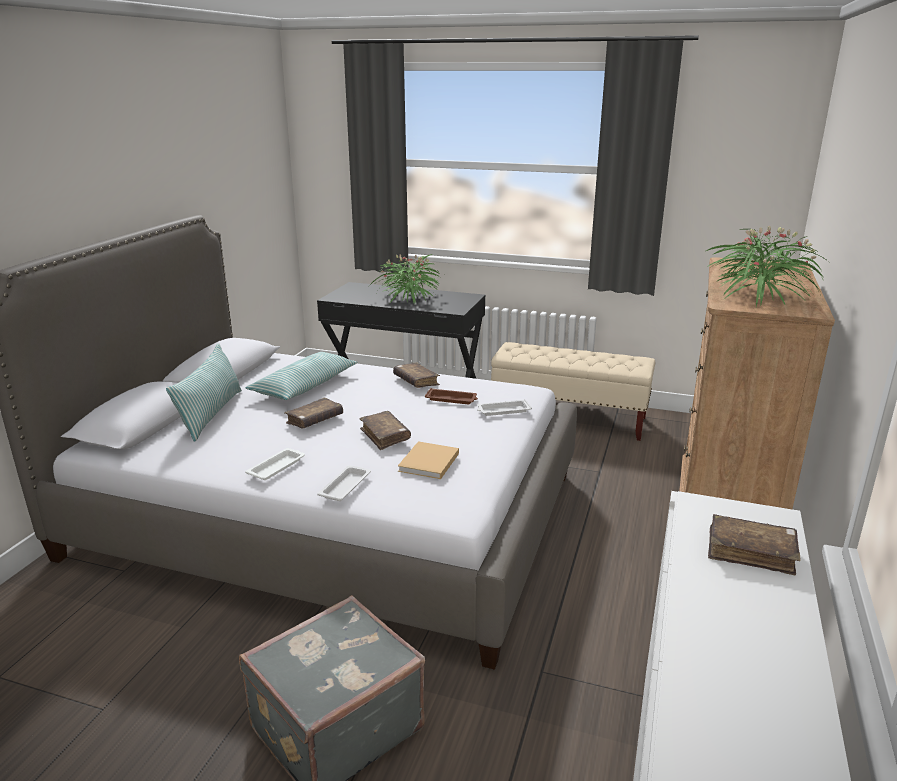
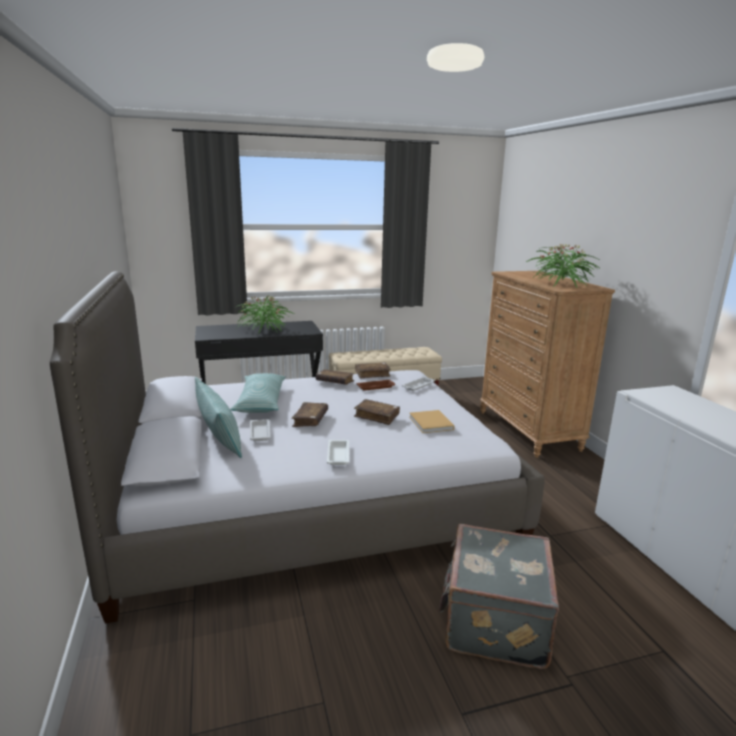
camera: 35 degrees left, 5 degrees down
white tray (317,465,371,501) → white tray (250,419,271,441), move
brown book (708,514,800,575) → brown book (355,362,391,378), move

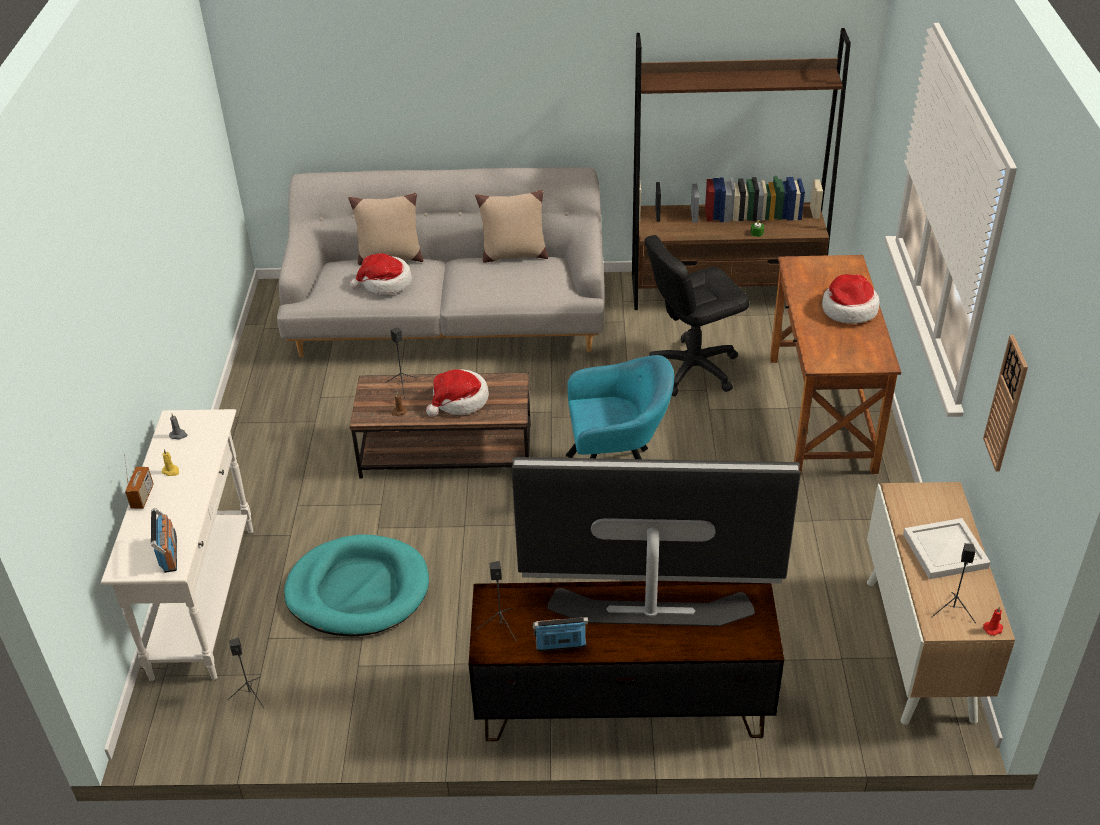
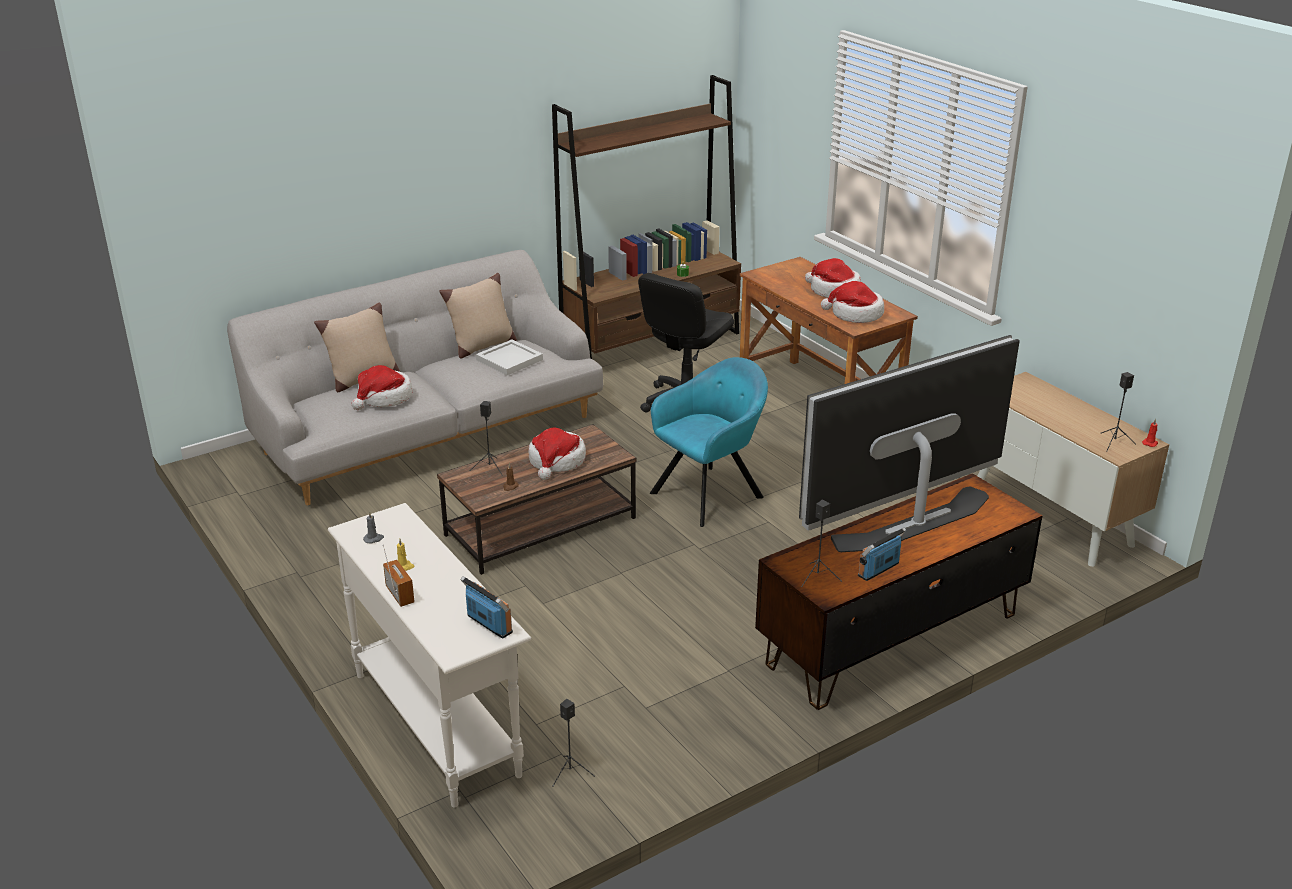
camera: 35 degrees left, 10 degrees down
turquoise dog bed (284,534,429,636) → -
white tray (903,518,991,579) → white tray (476,339,543,375), move
wall clock (983,335,1028,471) → -
- → hat (821,281,884,323)

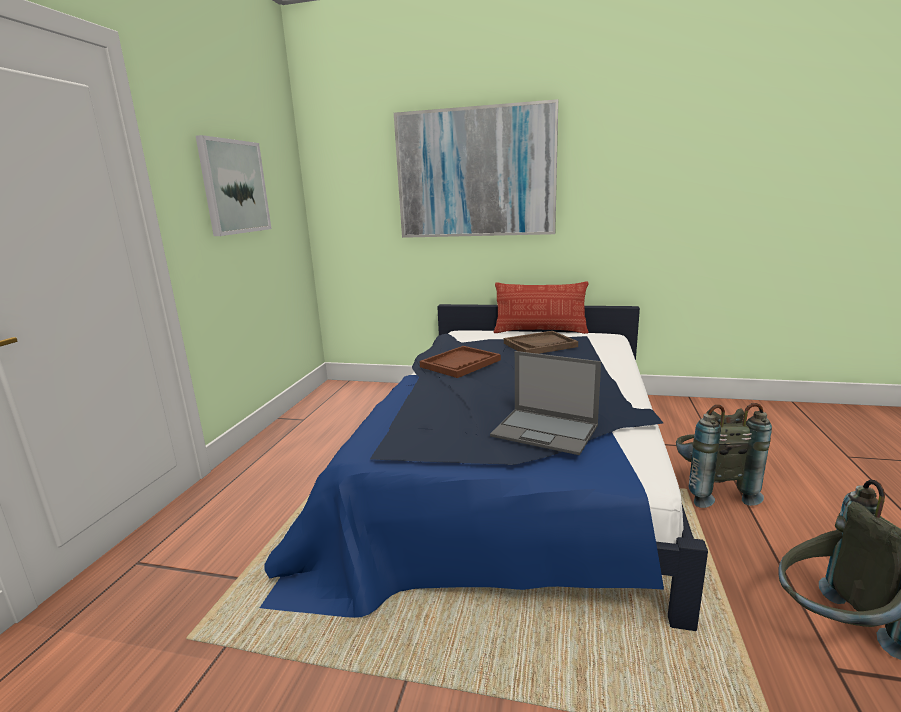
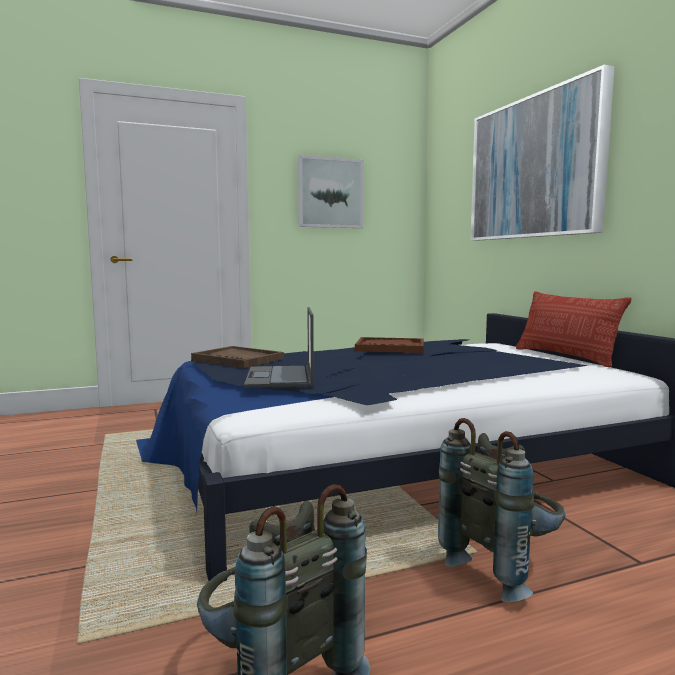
camera: 55 degrees right, 10 degrees down
brown tray (504,331,578,354) → brown tray (191,346,284,368), move

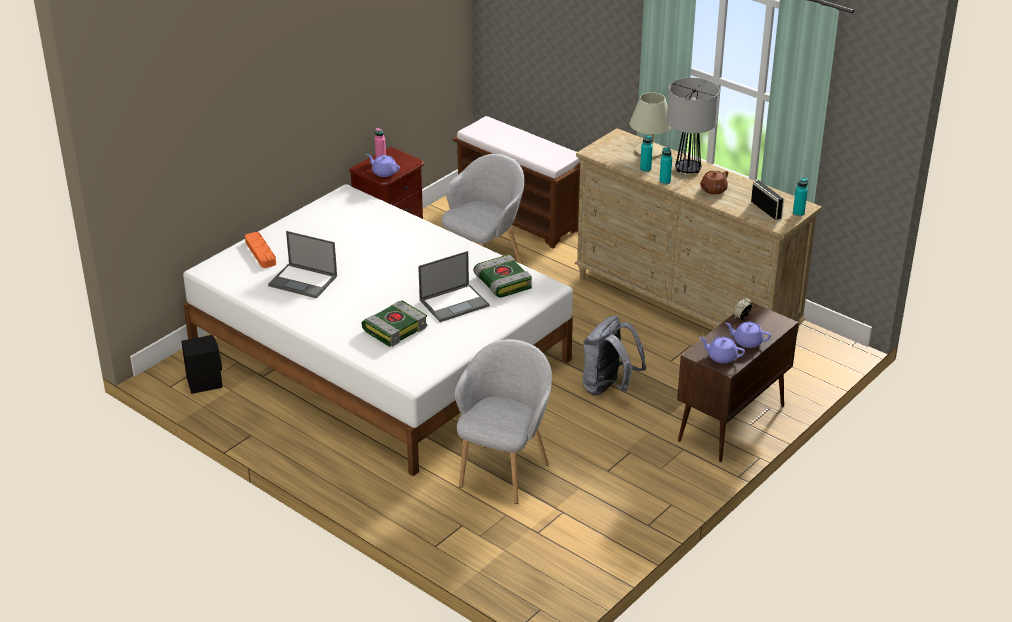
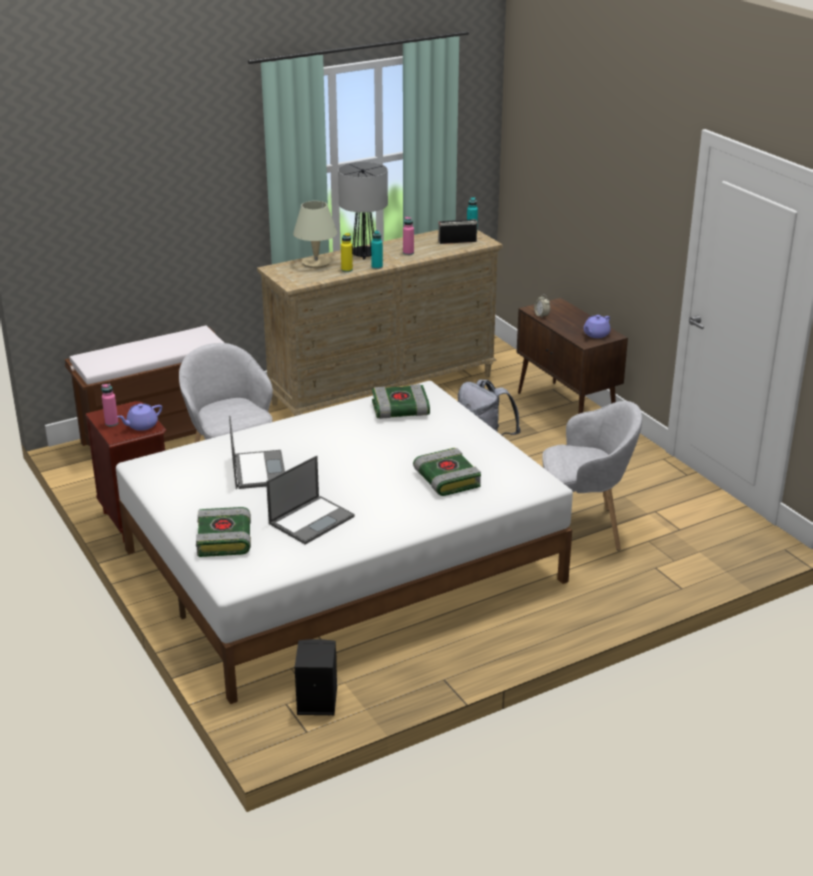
camera: 70 degrees left, 5 degrees down
orange tray (245,232,276,268) → book (196,507,251,557)
laptop (418,251,489,322) → laptop (229,416,285,489), move
grey armchair (455,339,552,504) → grey armchair (542,401,642,550), 135 degrees clockwise
turquoise bottle (640,135,653,172) → yellow bottle (341,233,353,272)
brown teapot (700,171,728,195) → pink bottle (403,216,414,255)
purple teapot (725,322,771,348) → -

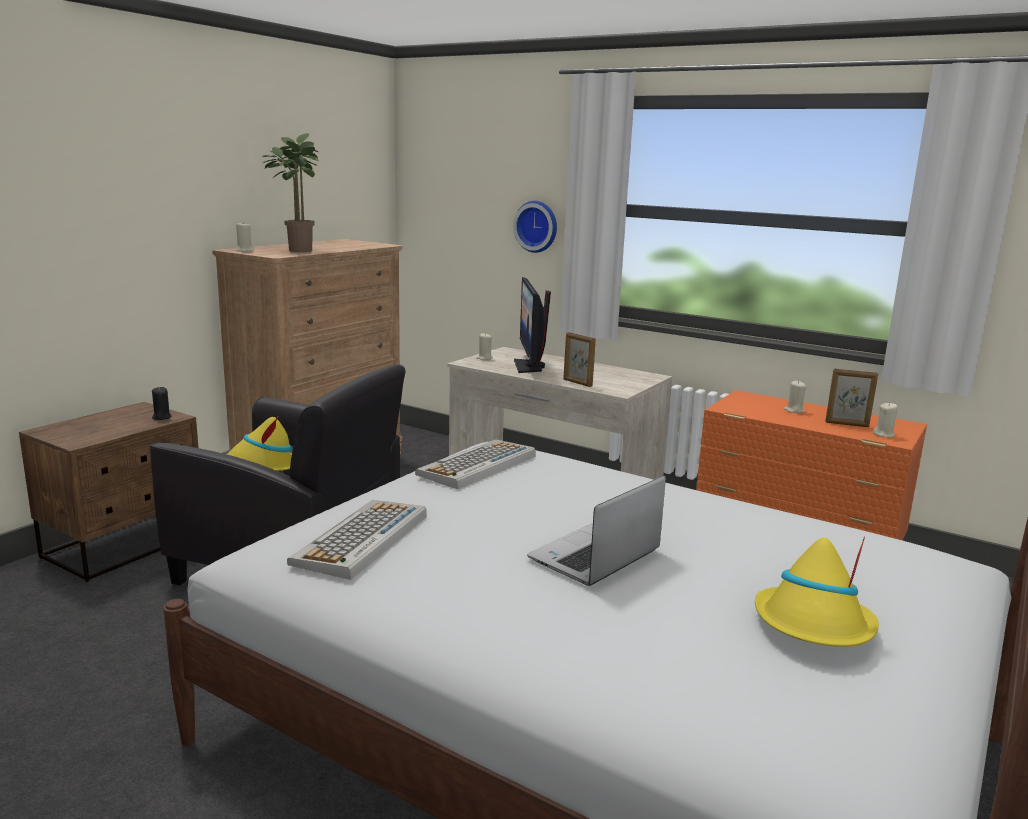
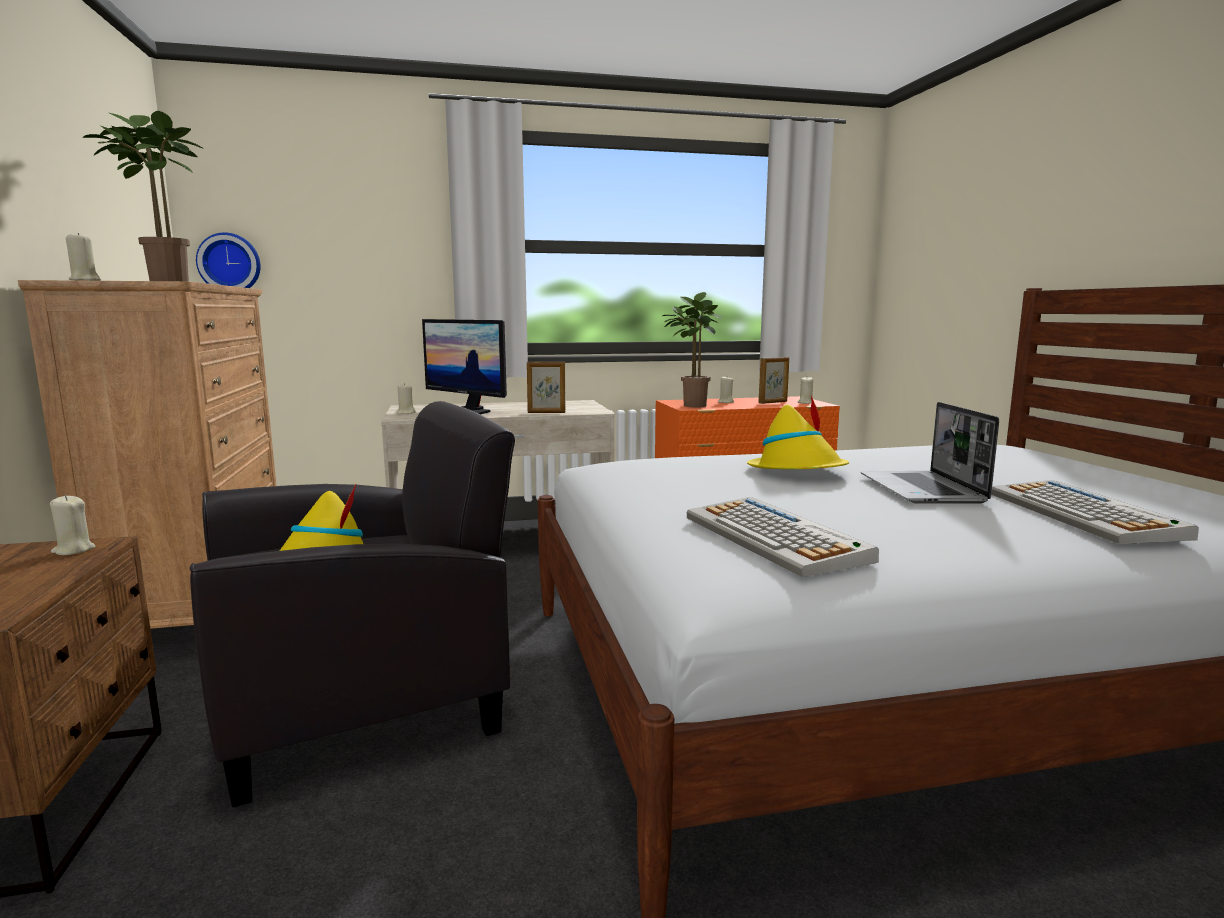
camera: 45 degrees left, 5 degrees down
black candle (152,387,171,420) → beige candle (50,495,95,555)
keyboard (415,439,535,489) → keyboard (991,480,1199,544), move
wall clock (513,201,557,253) → wall clock (196,233,261,288), move
yellow hat (755,536,879,647) → yellow hat (747,396,849,469), move
- → potted plant (663,292,722,407)

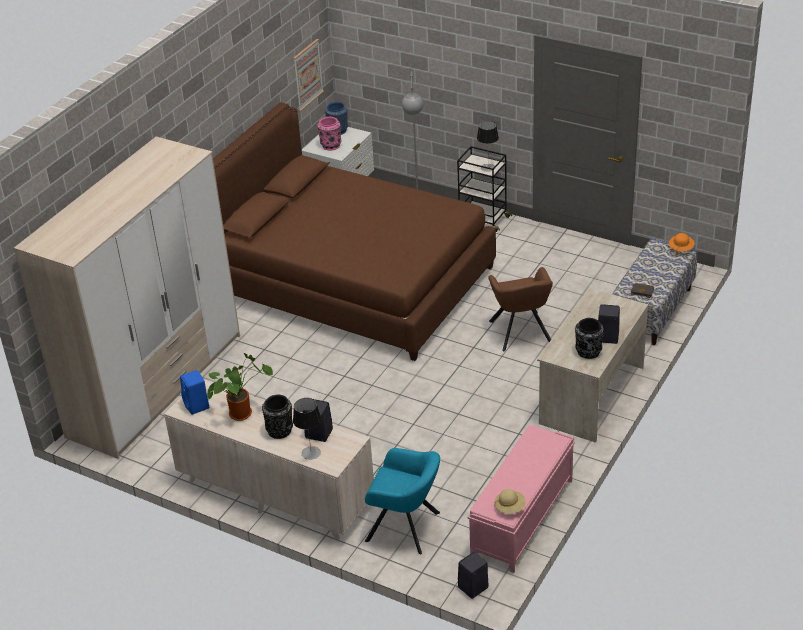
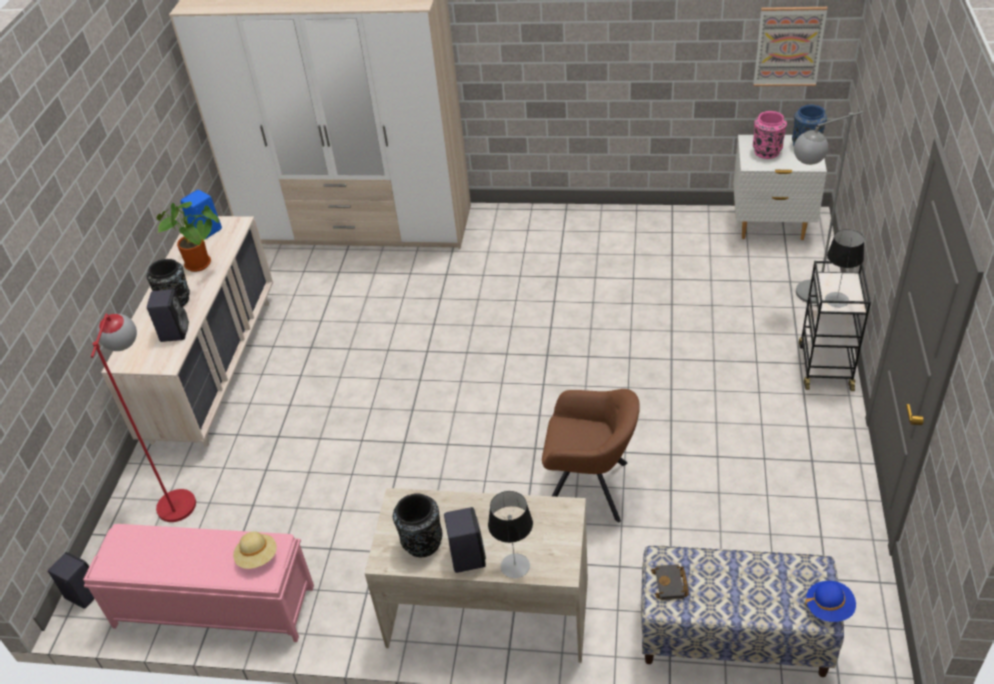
camera: 70 degrees right, 5 degrees up
brown bed (213,102,496,361) → -
table lamp (293,398,322,460) → table lamp (488,491,533,578), move
turquoise armchair (365,448,440,555) → red floor lamp (91,314,196,522)
brown armchair (488,267,553,351) → brown armchair (542,389,640,522), 135 degrees counterclockwise
beige hat (494,489,526,514) → beige hat (233,532,277,569), move
orange hat (669,233,694,255) → blue hat (805,581,856,622)

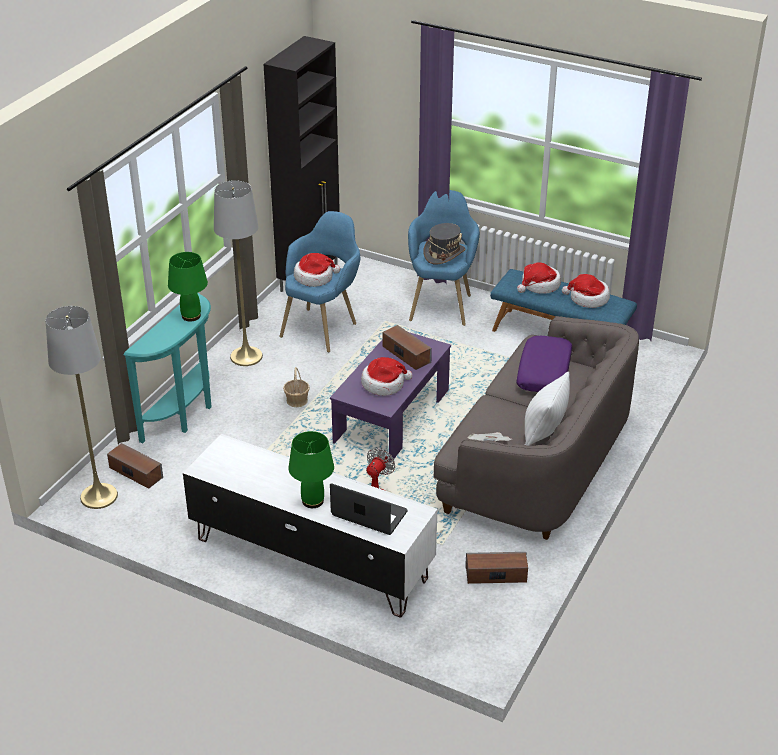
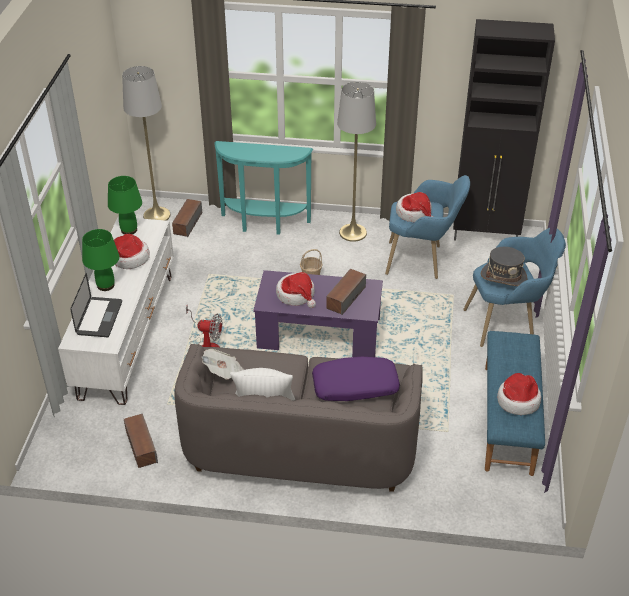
camera: 70 degrees right, 5 degrees up
green table lamp (168,252,208,321) → green table lamp (108,176,142,234), move
hat (517,262,561,294) → hat (114,234,150,269), move

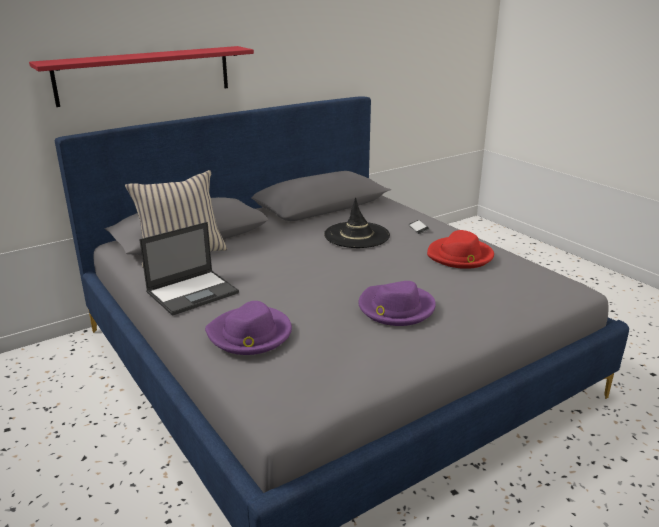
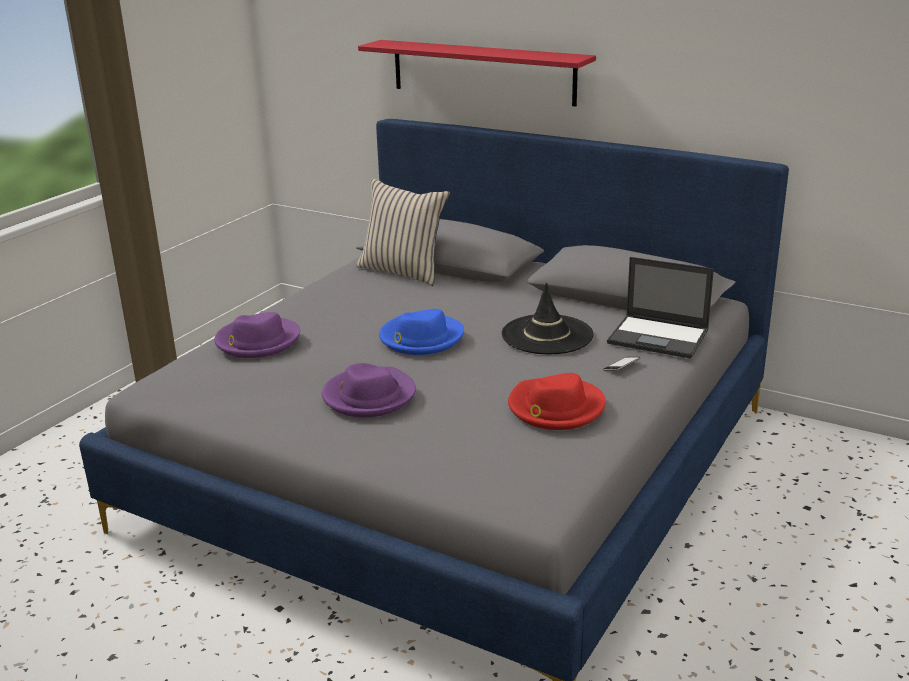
camera: 65 degrees right, 0 degrees up
laptop (139,222,239,316) → laptop (607,257,714,359), move
- → blue hat (379,309,464,355)

